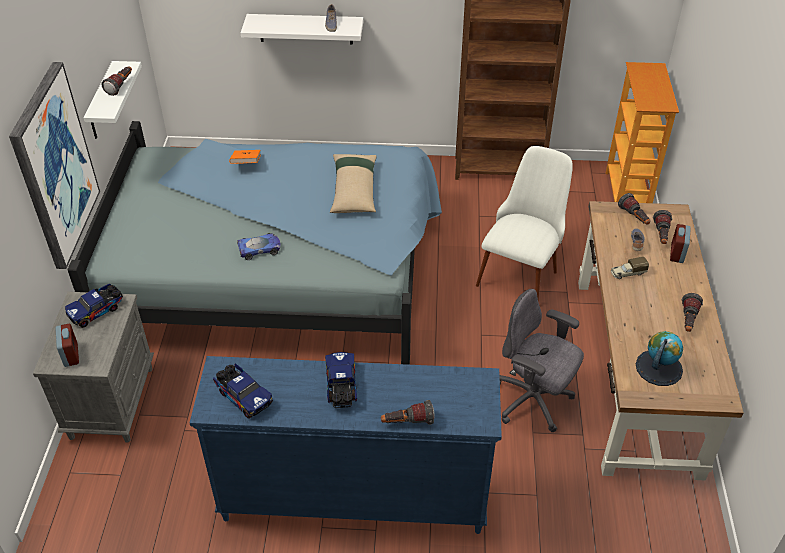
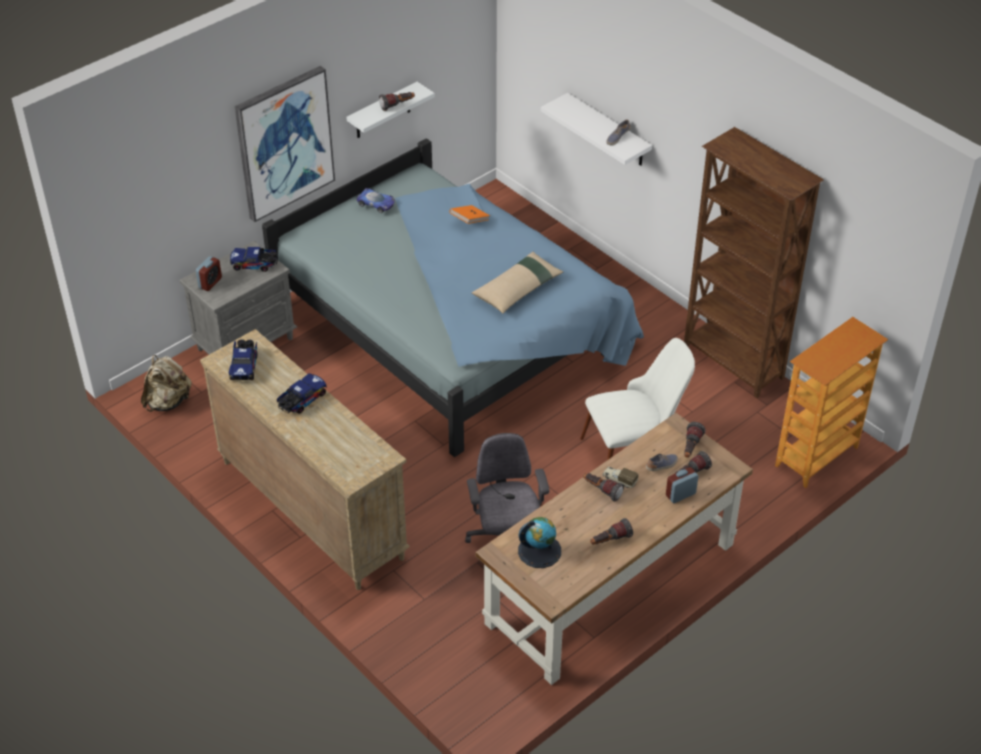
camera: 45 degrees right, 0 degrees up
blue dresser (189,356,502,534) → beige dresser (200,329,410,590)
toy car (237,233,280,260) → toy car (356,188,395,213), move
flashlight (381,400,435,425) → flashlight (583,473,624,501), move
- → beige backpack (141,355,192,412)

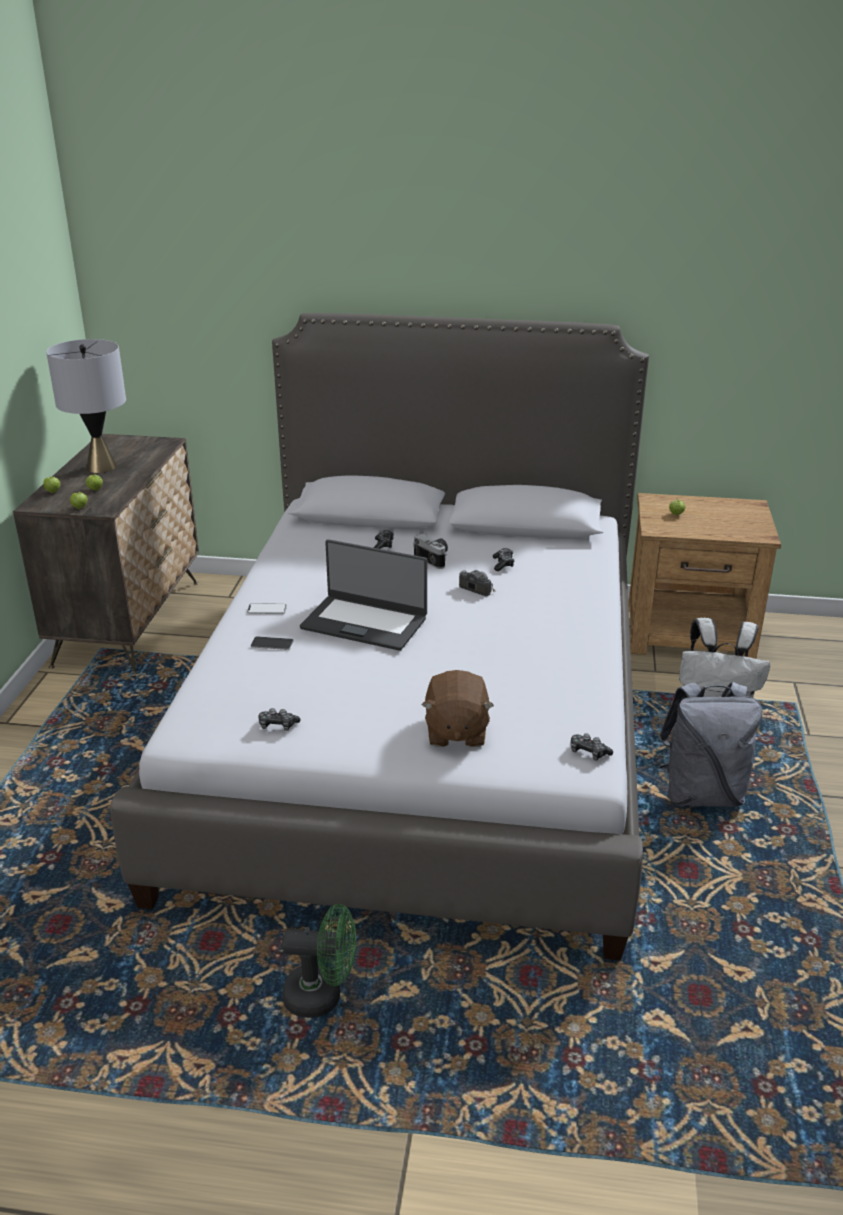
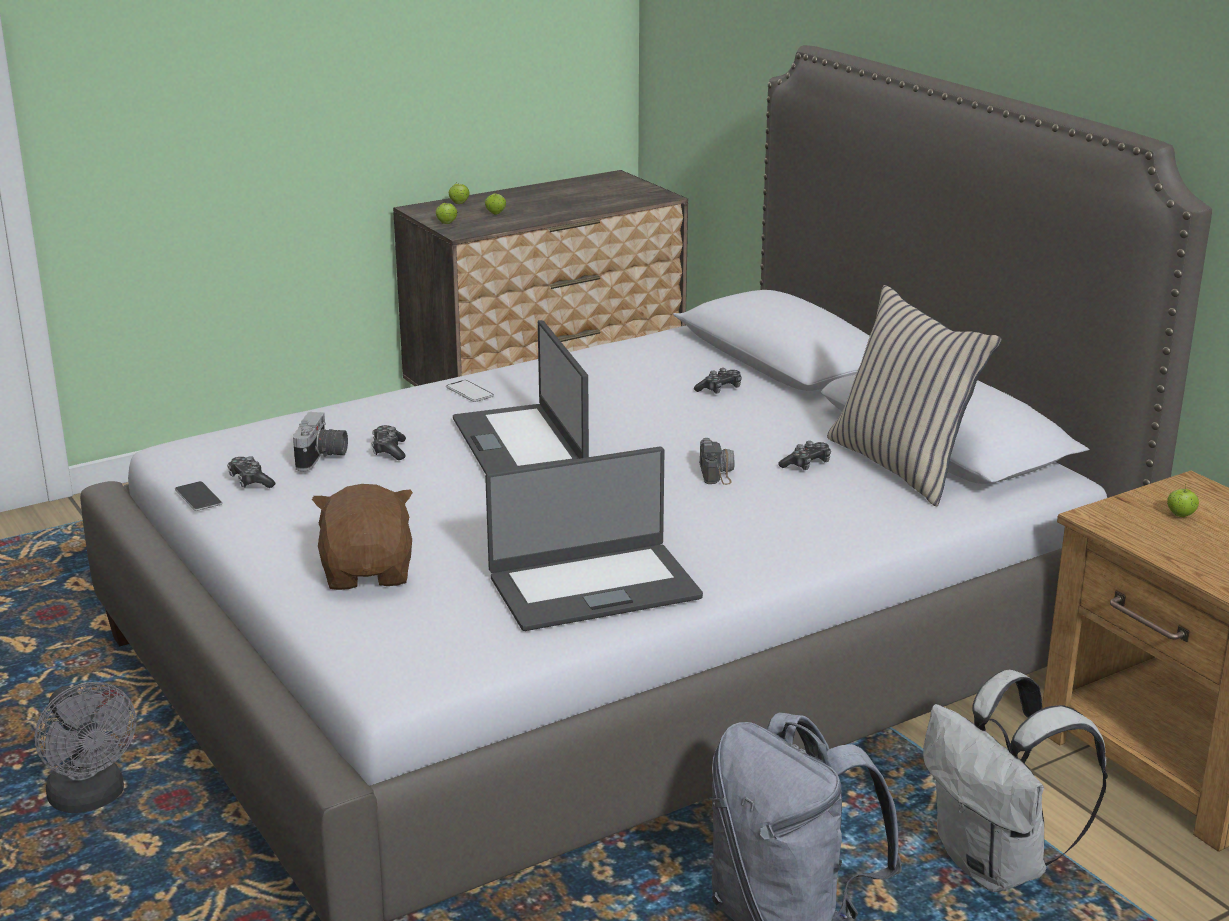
camera: 50 degrees right, 5 degrees down
grey table lamp (46,339,126,473) → -
phone (251,637,294,650) → phone (175,481,222,511), move
green fan (282,904,356,1018) → grey fan (35,682,136,813)
photo camera (413,534,448,569) → photo camera (293,412,348,471), move
brown plush toy (422,670,494,747) → brown plush toy (312,484,413,590), 120 degrees clockwise
game controller (571,733,613,760) → game controller (372,425,406,460), move
- → laptop (485,447,703,631)
- → beige pillow (827,285,1002,506)

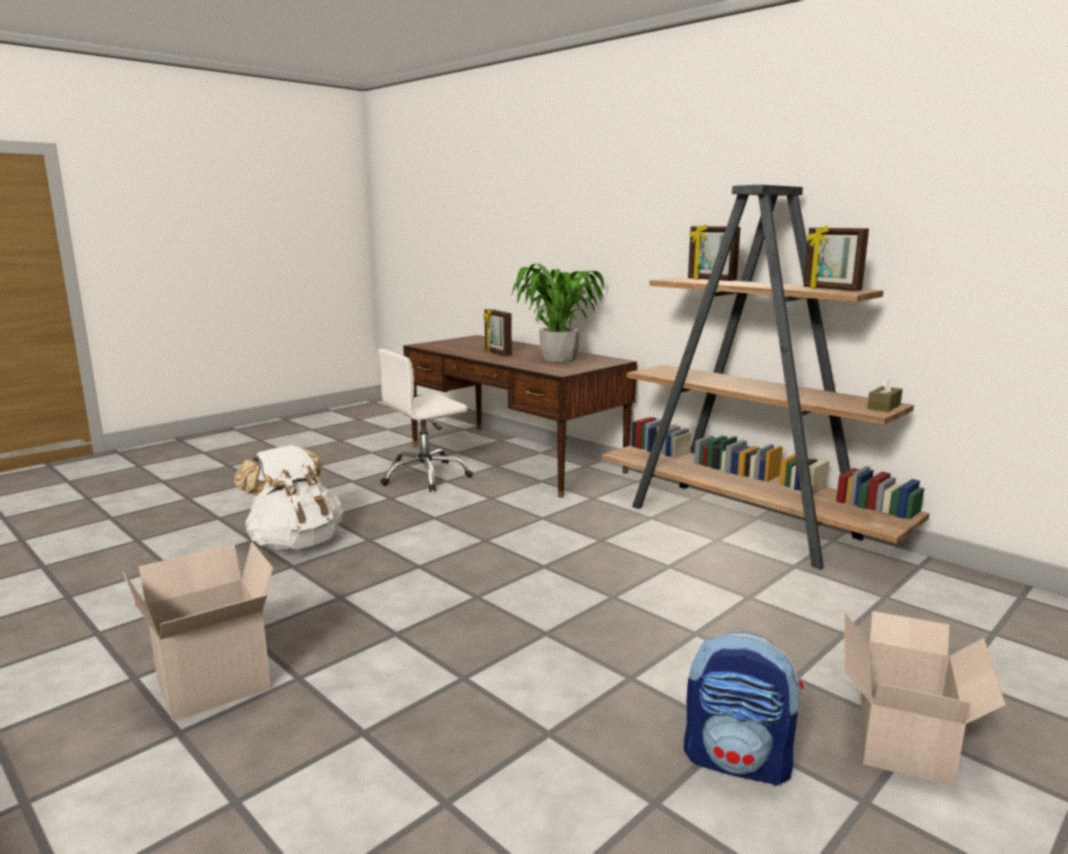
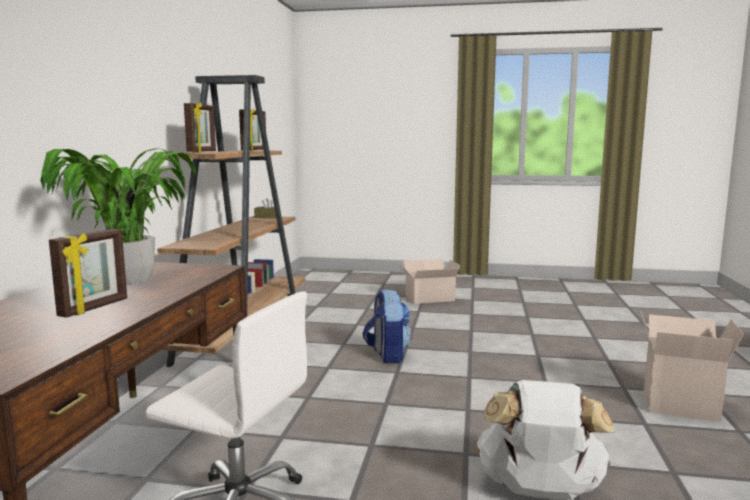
camera: 125 degrees left, 5 degrees down
backpack (684,632,803,786) → backpack (362,289,412,363), move

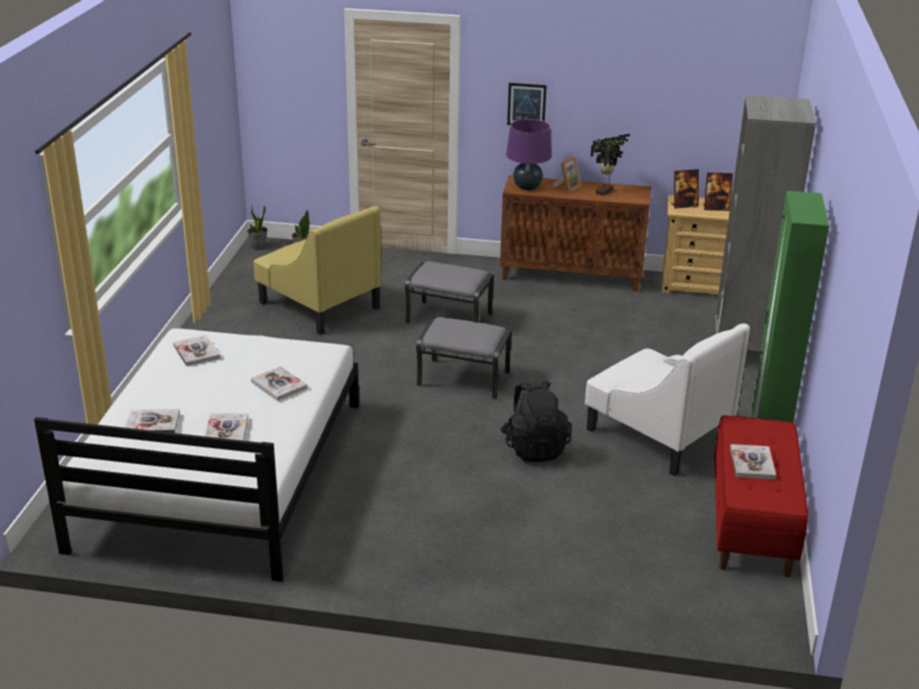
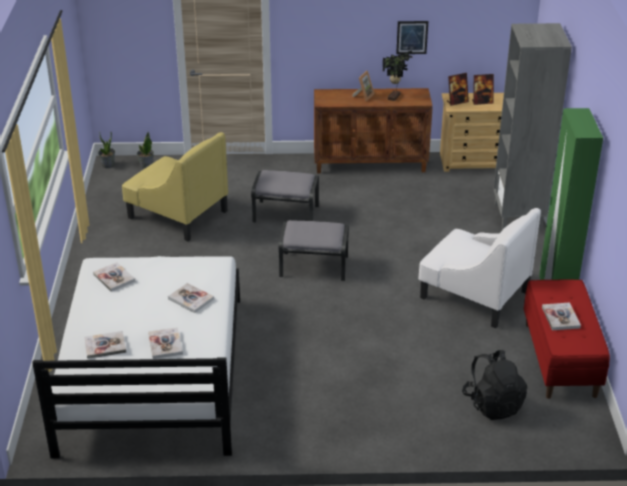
camera: 10 degrees left, 5 degrees up
black backpack (501,380,572,462) → black backpack (462,350,527,420), move
purple table lamp (506,119,552,190) → -
picture (507,83,547,125) → picture (396,21,428,54), move

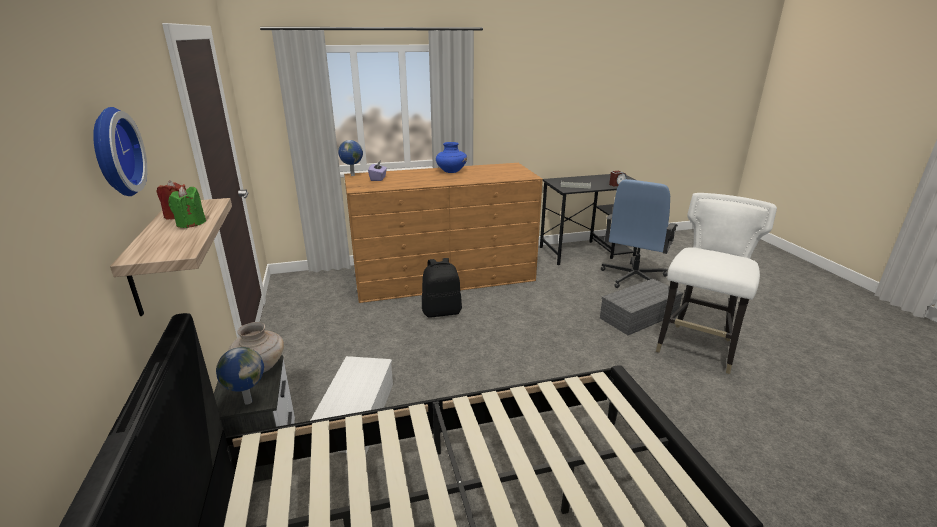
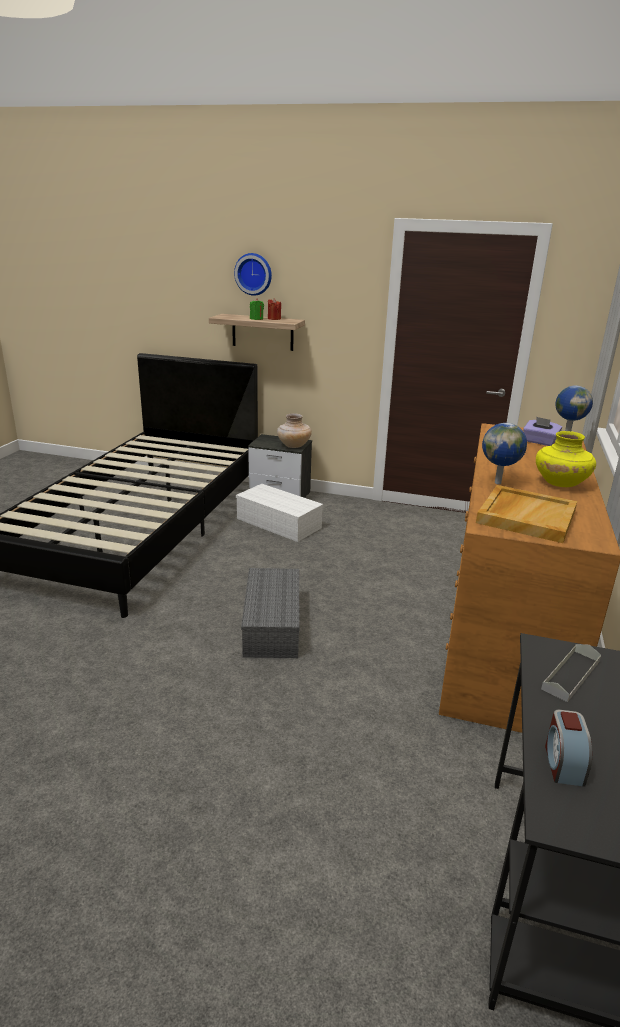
camera: 120 degrees right, 0 degrees up
globe (216,347,264,405) → globe (482,423,527,484), move
black backpack (422,258,462,318) → -
blue vase (436,142,467,173) → yellow vase (536,431,596,487)
grey storage box (600,279,683,335) → grey storage box (241,568,299,658), move
blue office chair (601,179,678,288) → -
white chair (656,193,777,374) → -
- → beige tray (476,485,577,543)

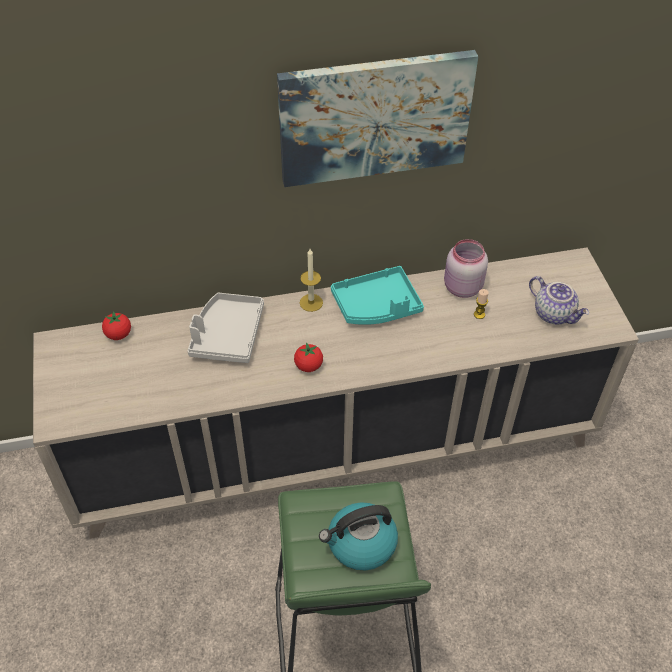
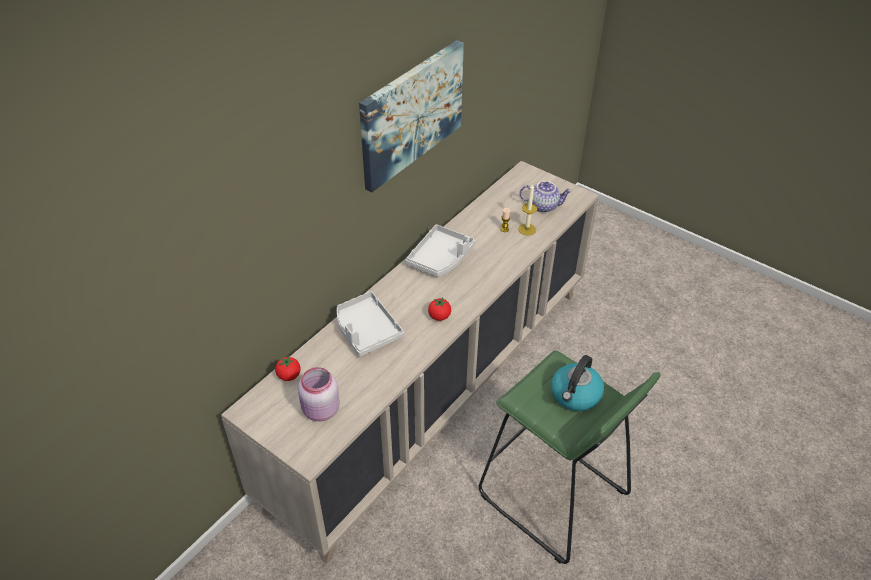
camera: 40 degrees left, 5 degrees down
candle (300,249,323,312) → candle (518,183,537,236), move
turquoise tray (331,266,424,325) → grey tray (406,224,475,277)
pink jar (444,239,488,298) → pink jar (298,367,340,421), move

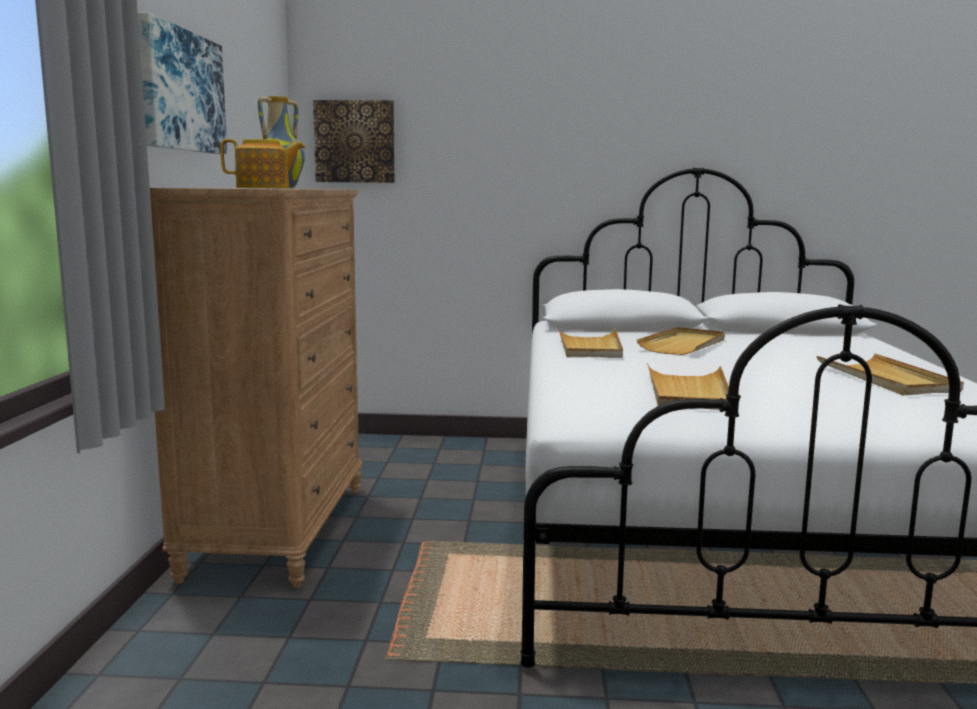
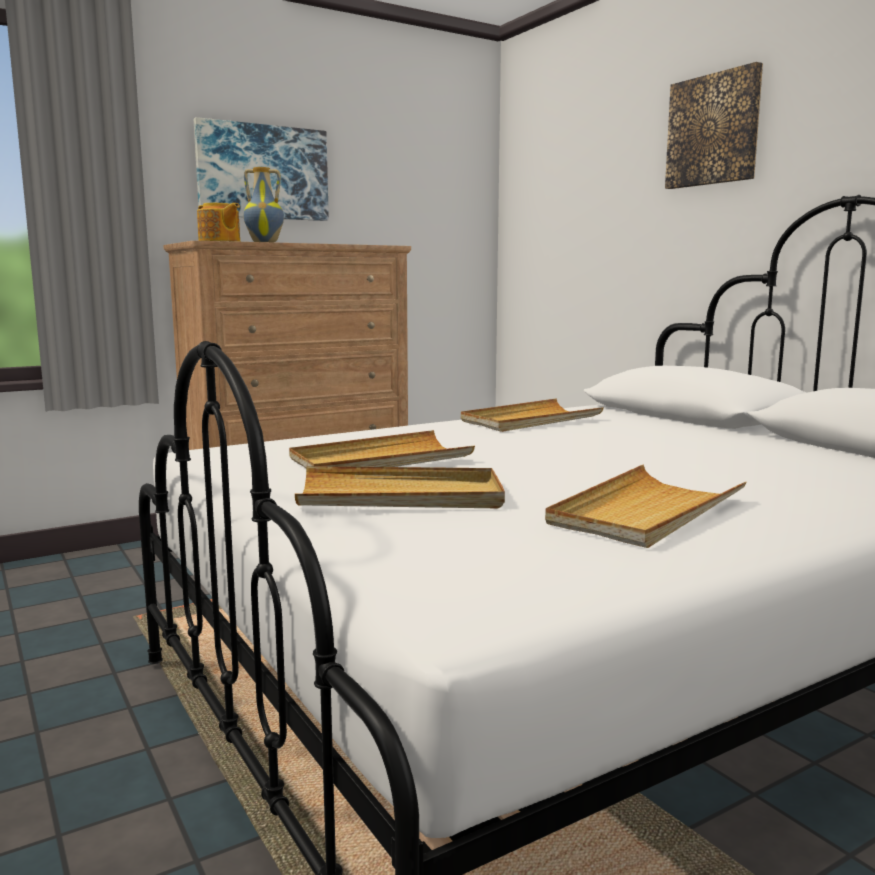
camera: 55 degrees right, 0 degrees up
picture (313,100,395,183) → picture (665,62,763,189), move
beige tray (637,327,725,355) → beige tray (295,466,505,508), move

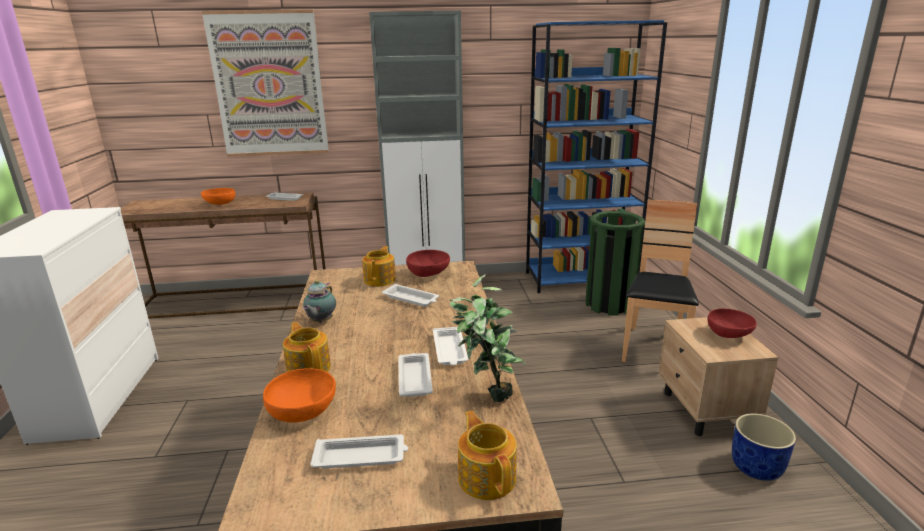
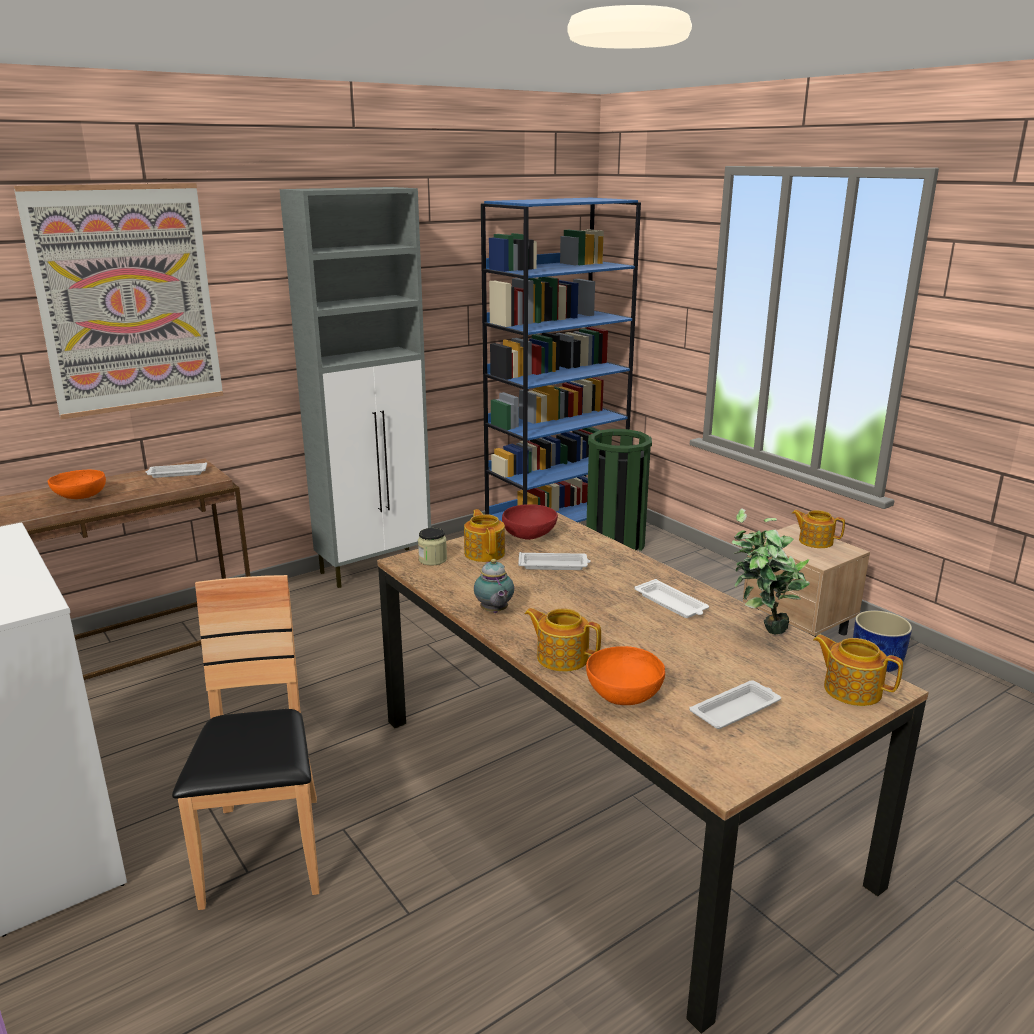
camera: 30 degrees left, 0 degrees up
white tray (399,353,433,397) → -
brown chair (622,200,699,362) → brown chair (172,575,320,910), move
red bowl (707,309,757,338) → teapot (792,510,845,548)
- → jar (418,528,447,566)

